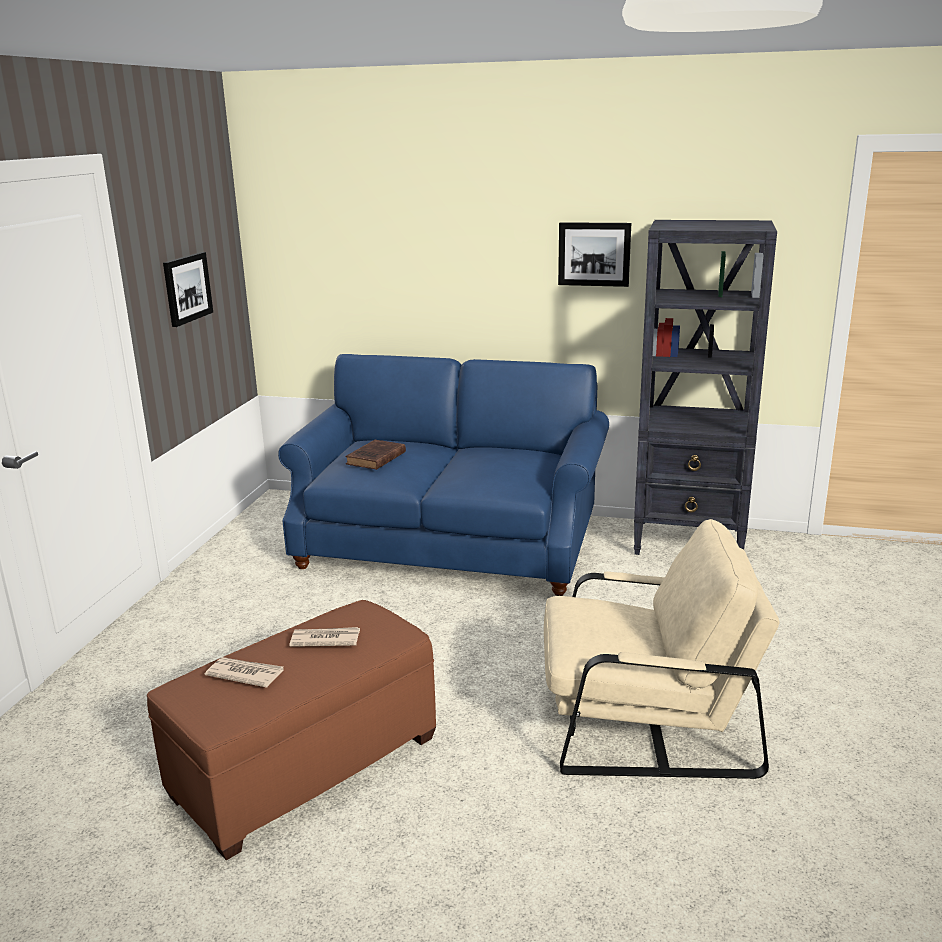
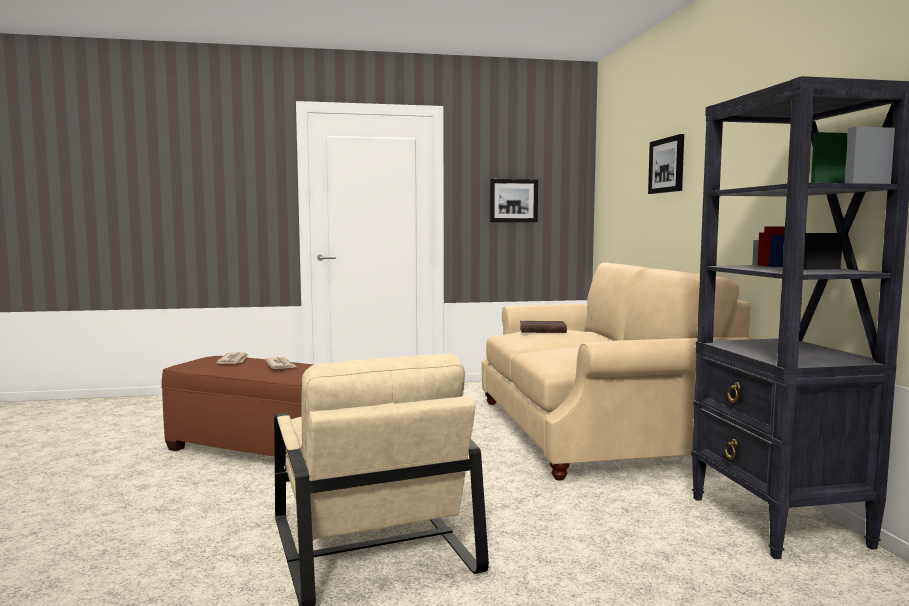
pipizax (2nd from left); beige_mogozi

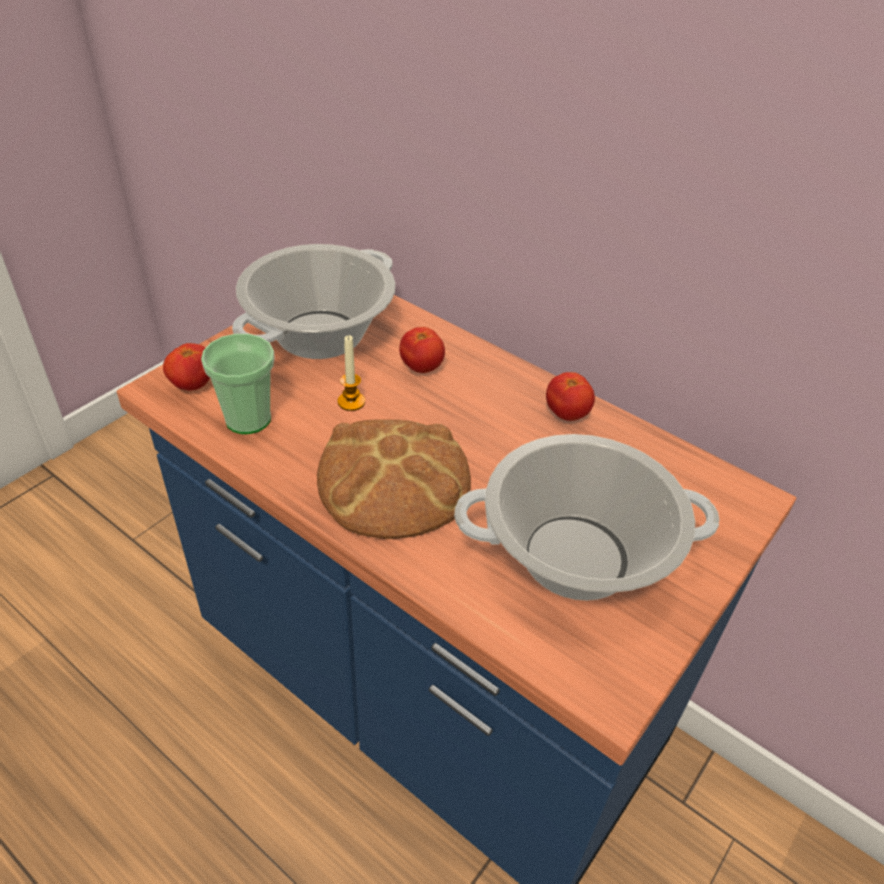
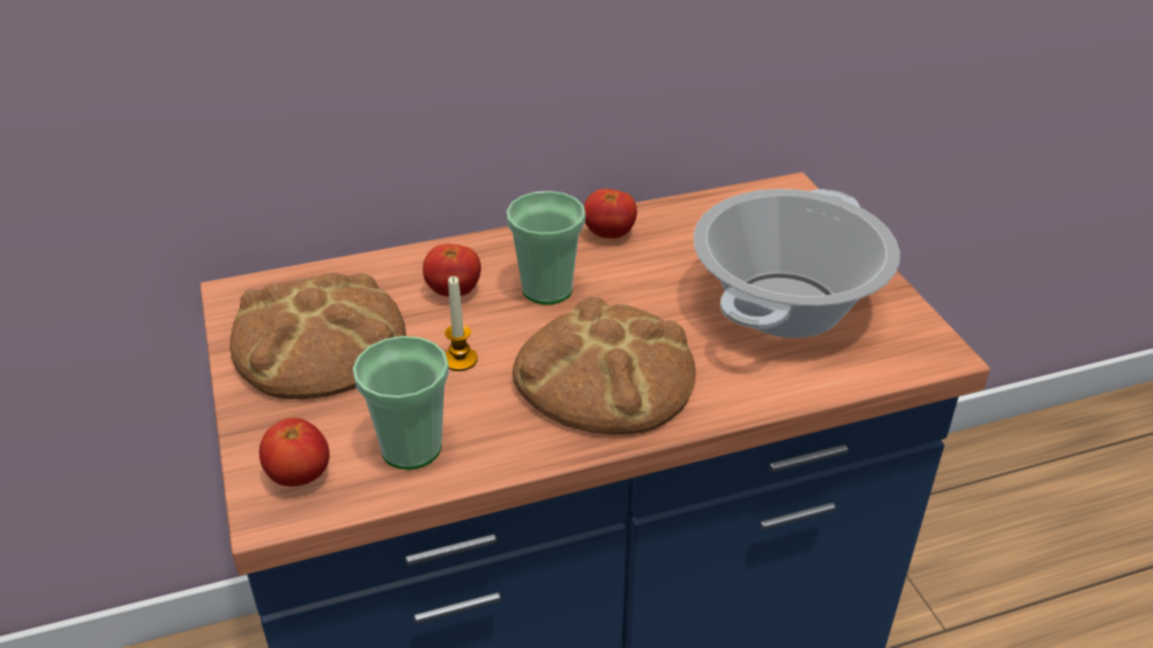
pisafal (2nd from left); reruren (1st from left)

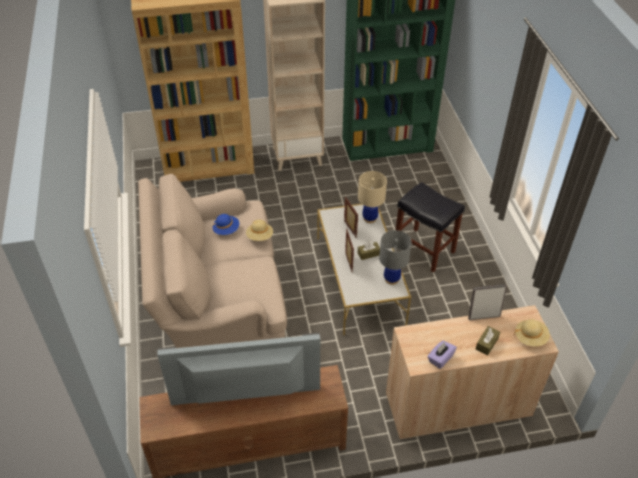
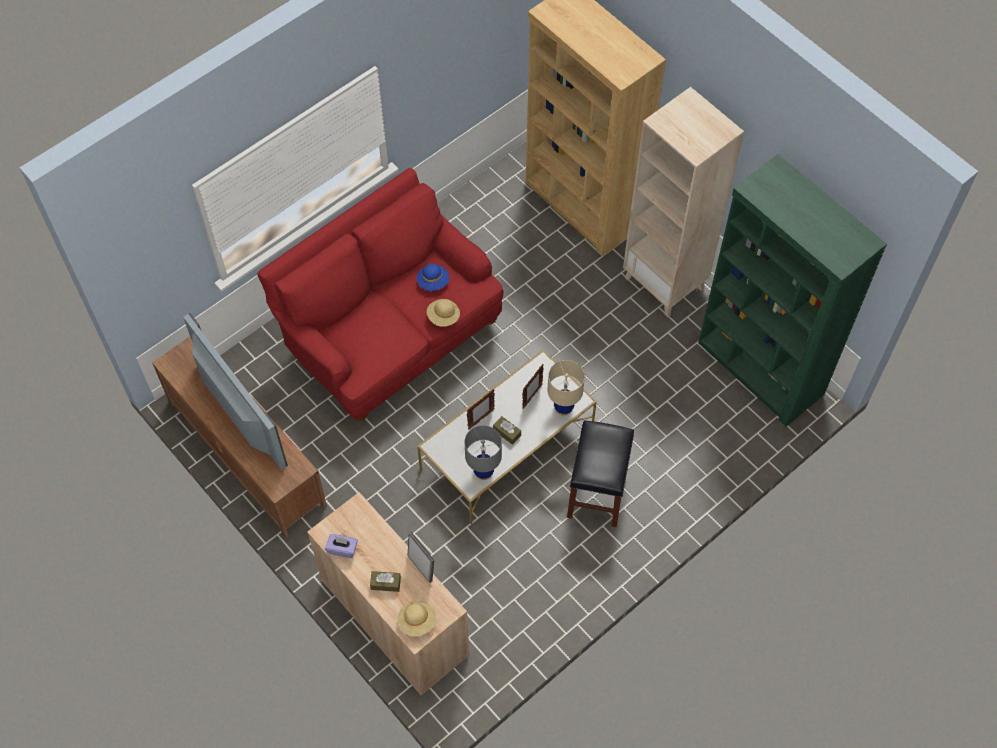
red_mogozi

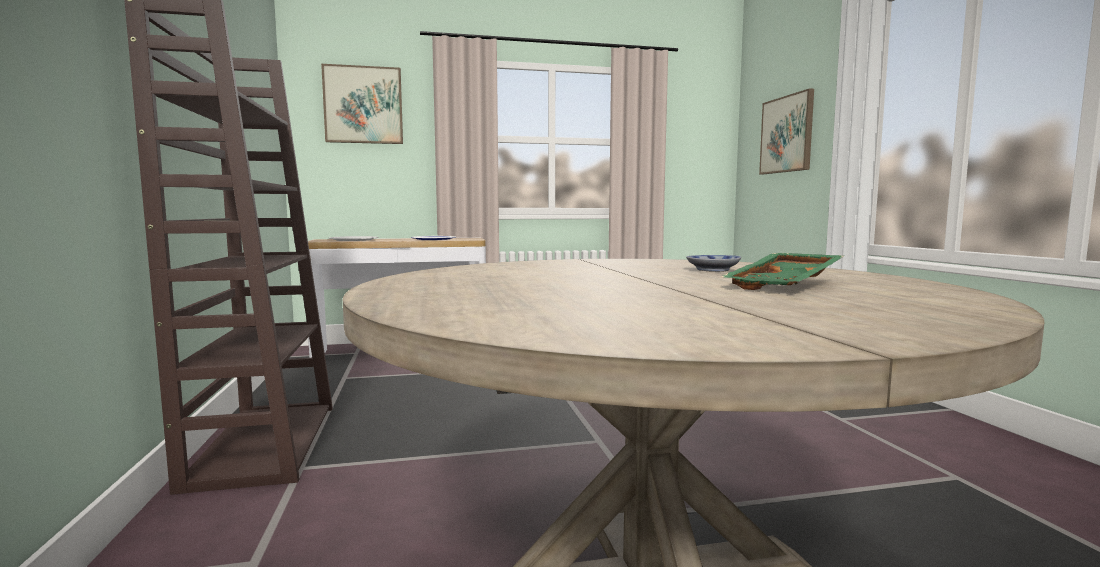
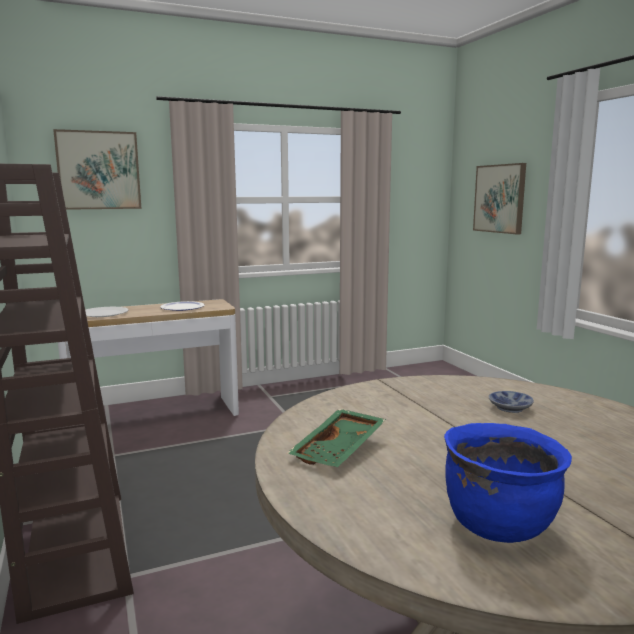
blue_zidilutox; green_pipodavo

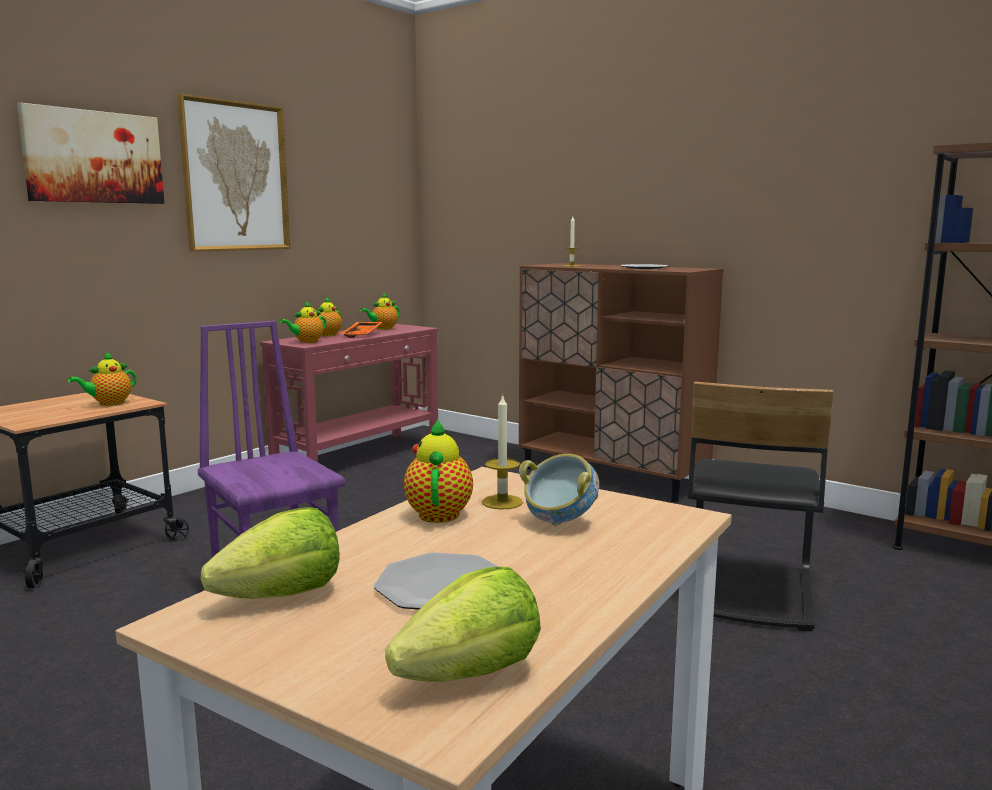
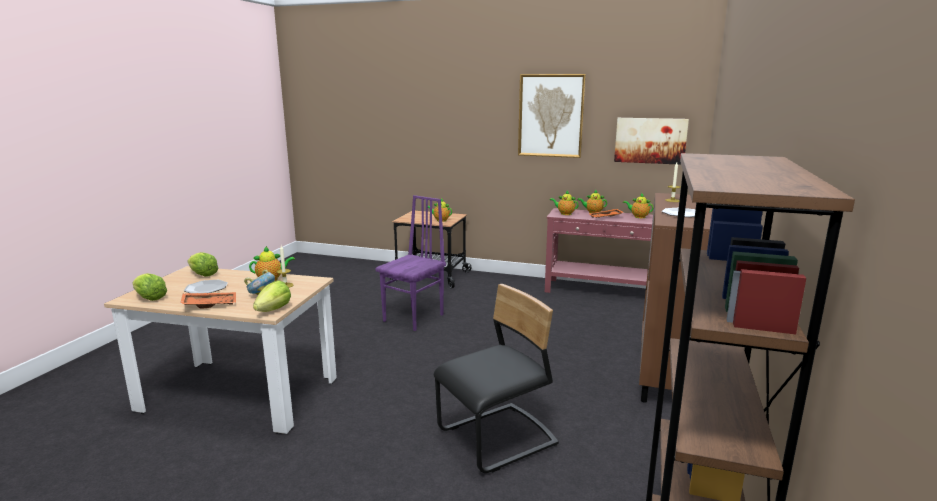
orange_pipodavo (1st from left); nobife (3rd from left); pipizax (2nd from left); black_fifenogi

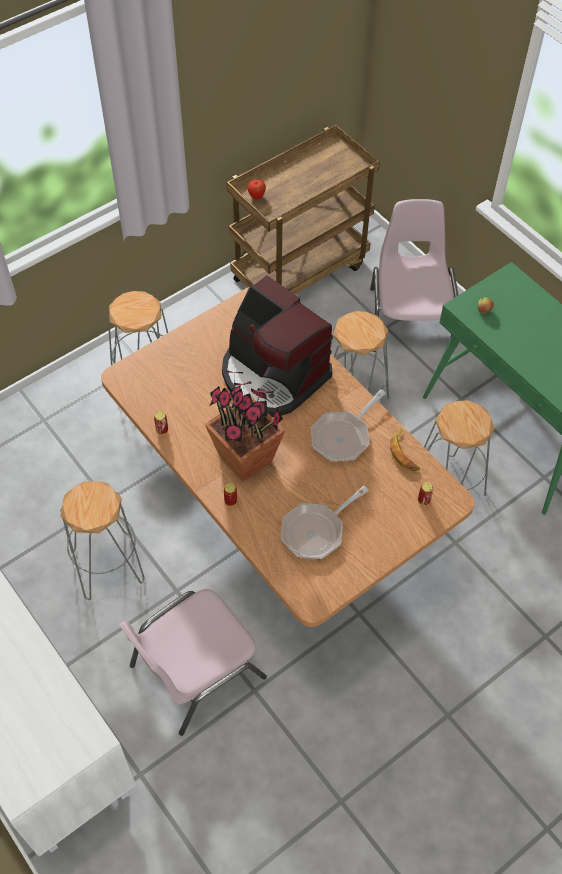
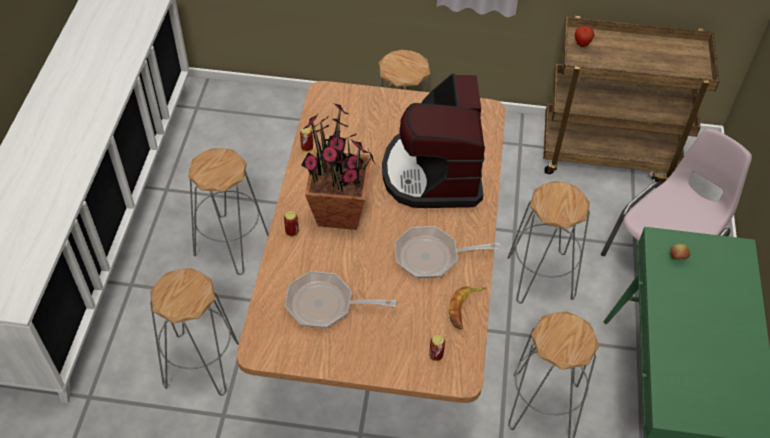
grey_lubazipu (1st from left)

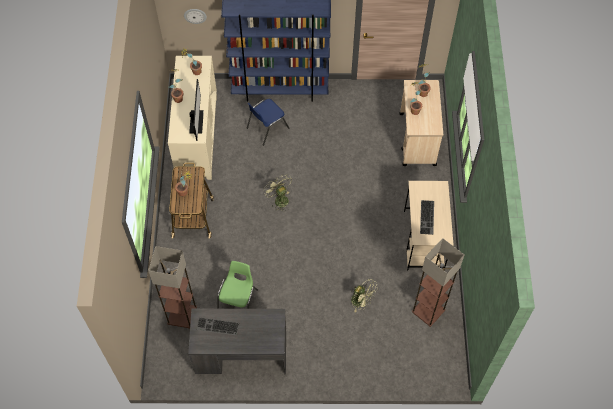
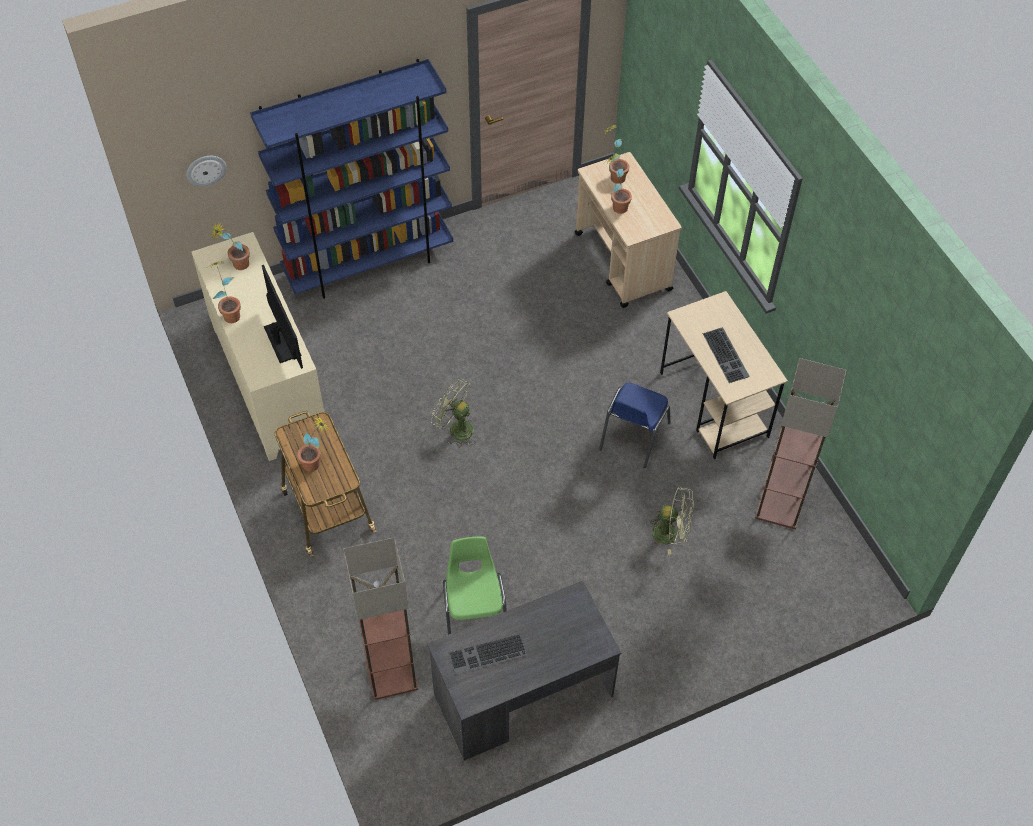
blue_fifenogi

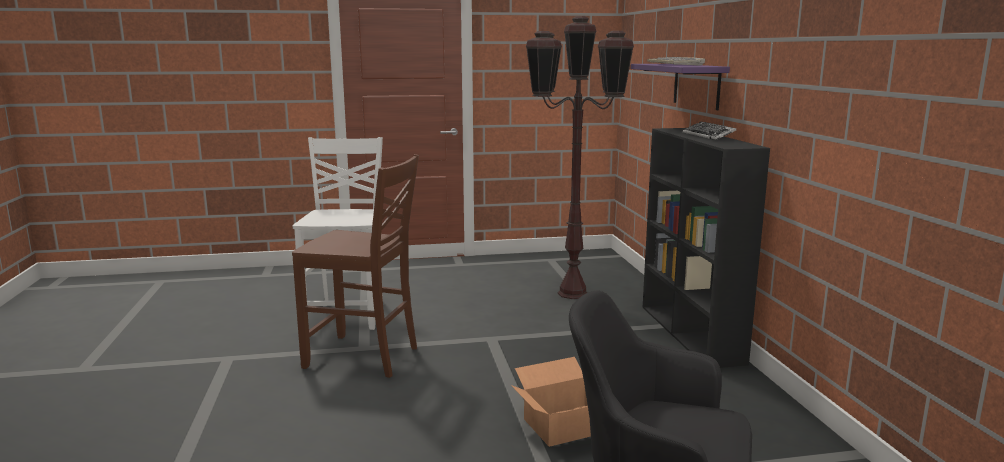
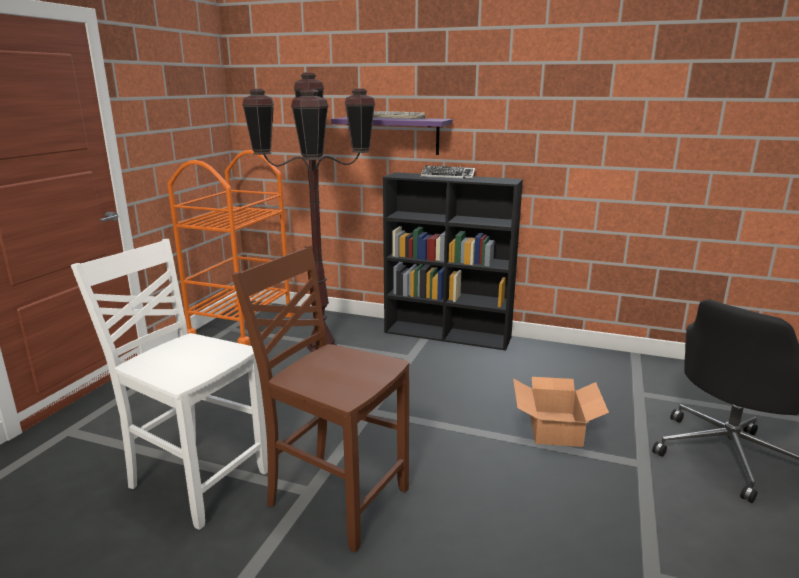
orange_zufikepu; brown_fifenogi

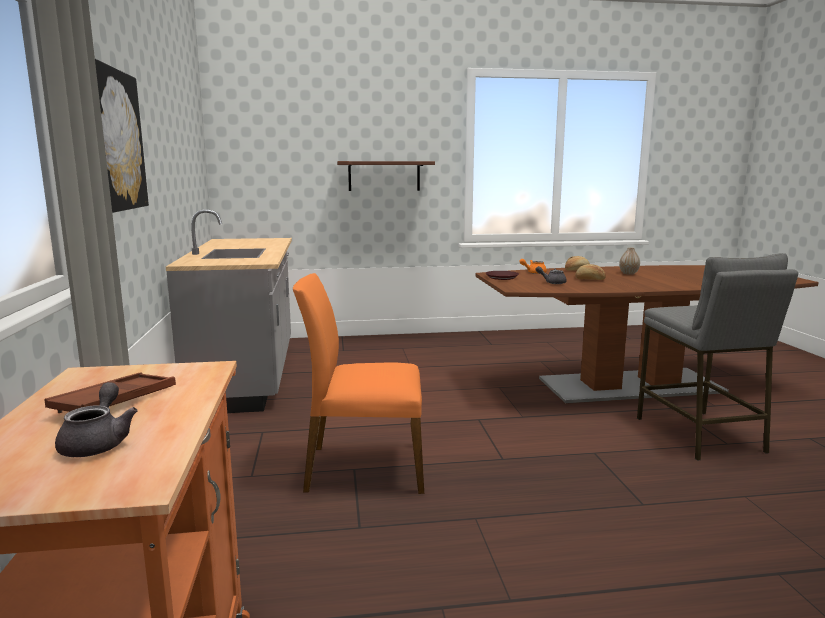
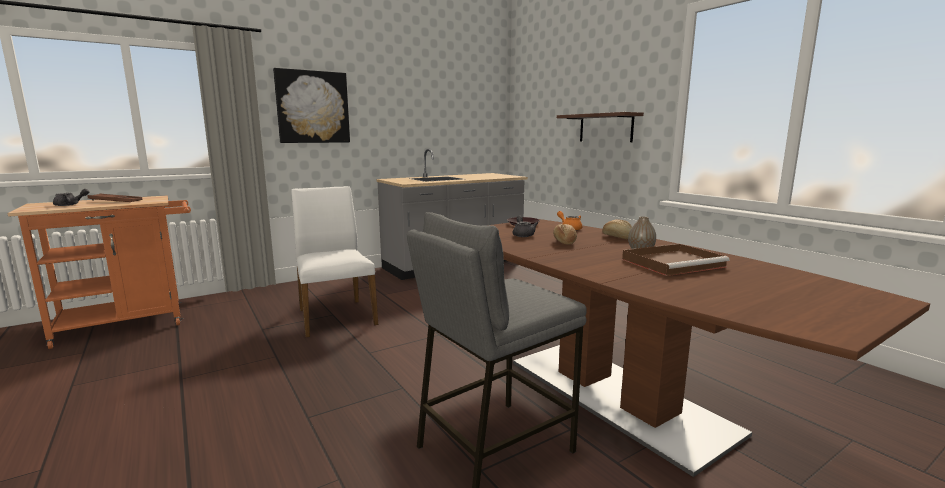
brown_pipodavo (2nd from left); white_fifenogi

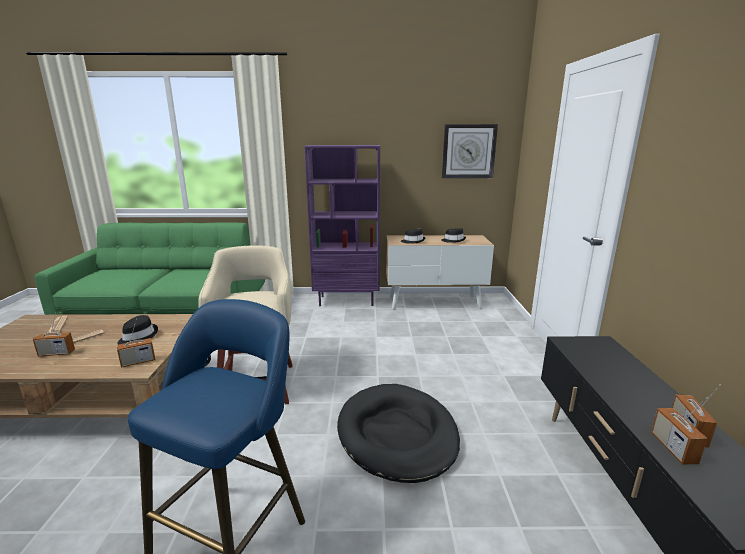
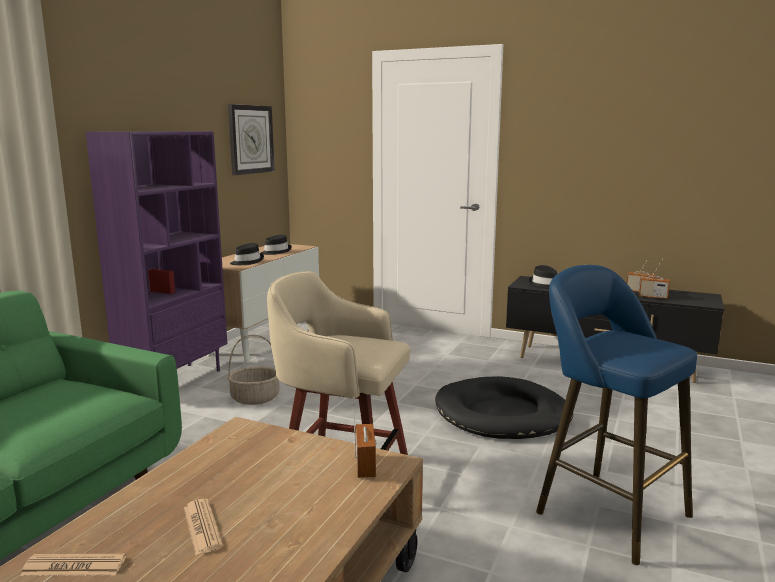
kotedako (1st from left in the first image); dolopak; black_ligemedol (3rd from left)

